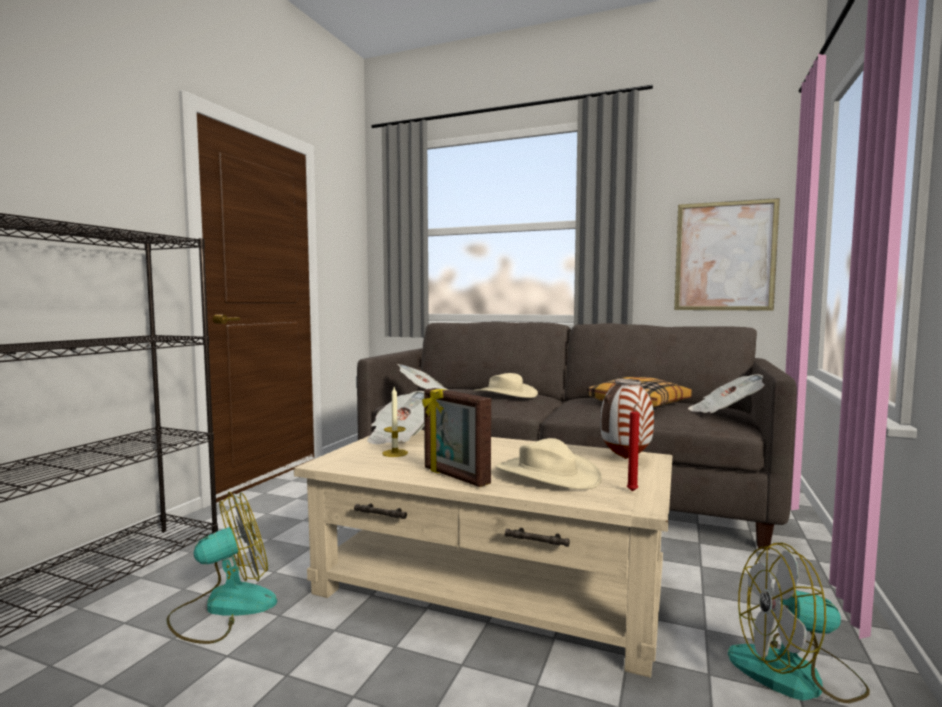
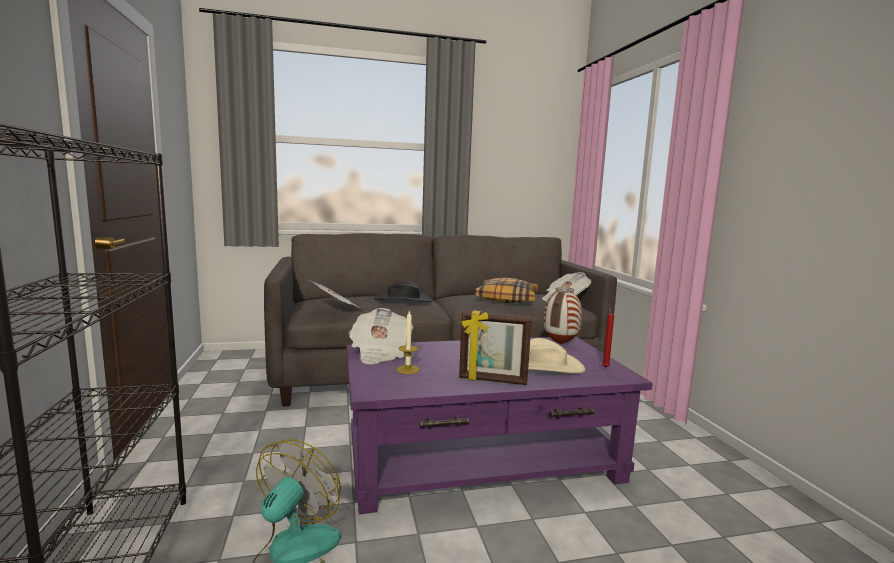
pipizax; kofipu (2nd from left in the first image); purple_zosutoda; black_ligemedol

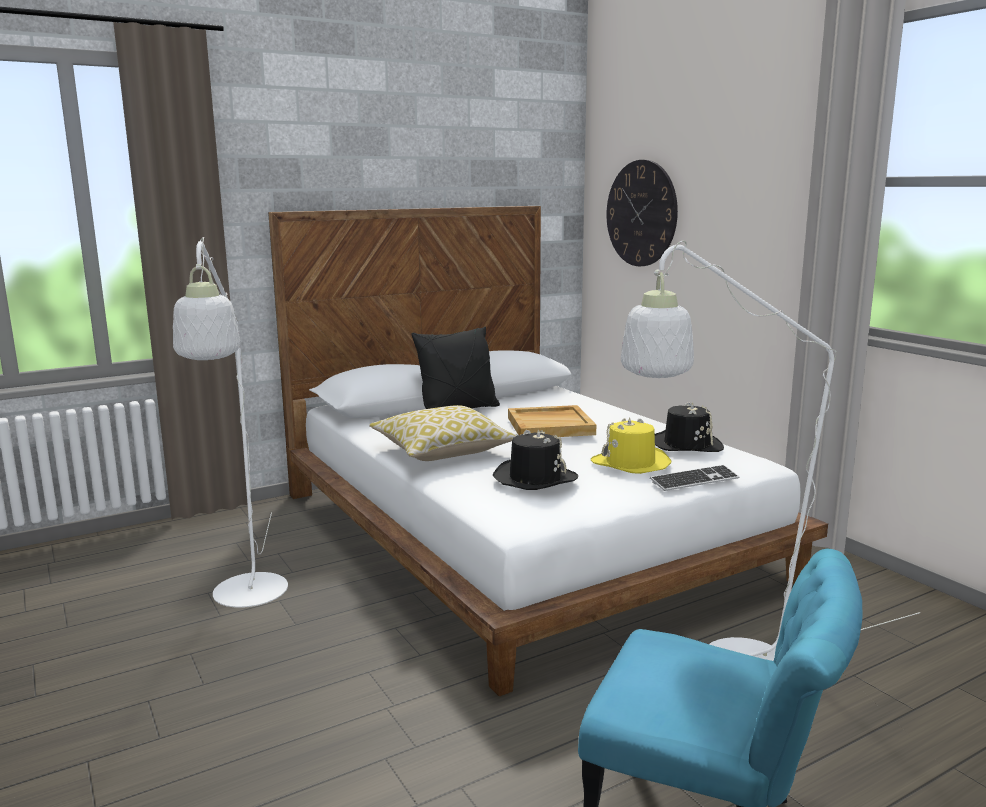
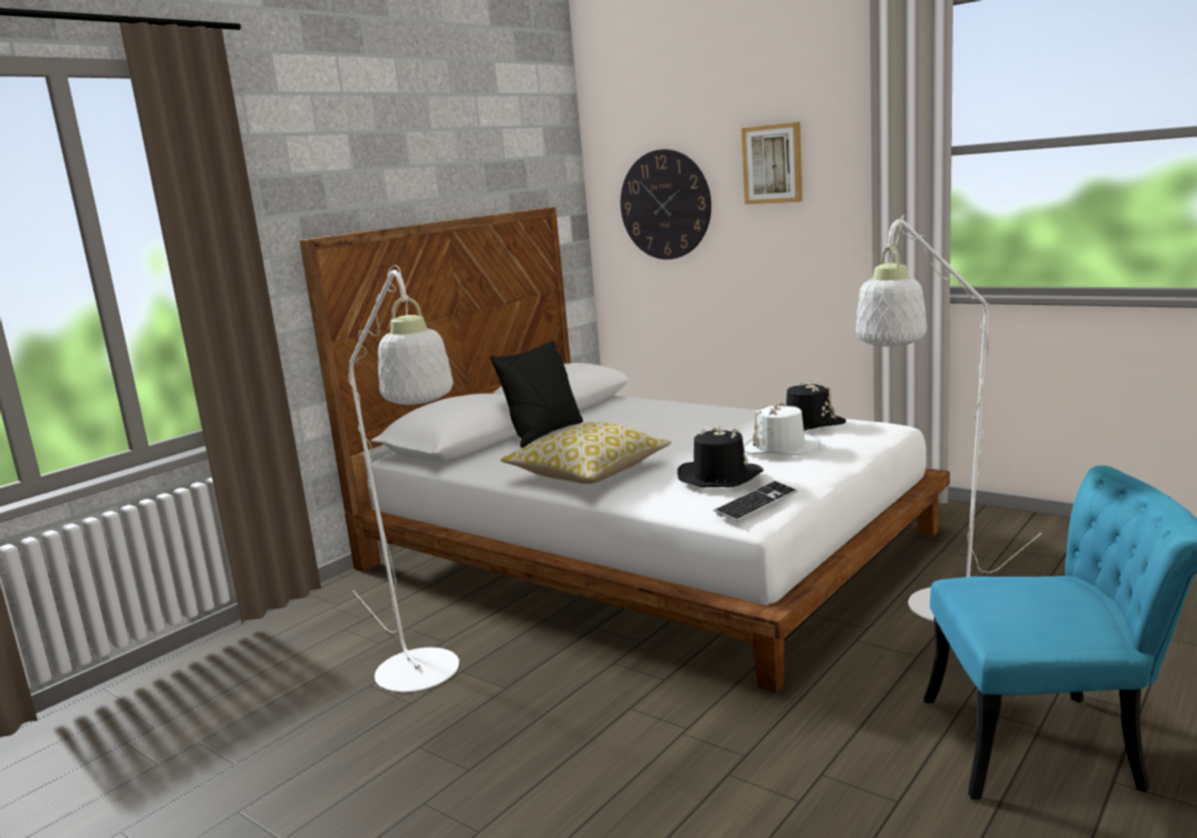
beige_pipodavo; pipizax; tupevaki; white_ligemedol

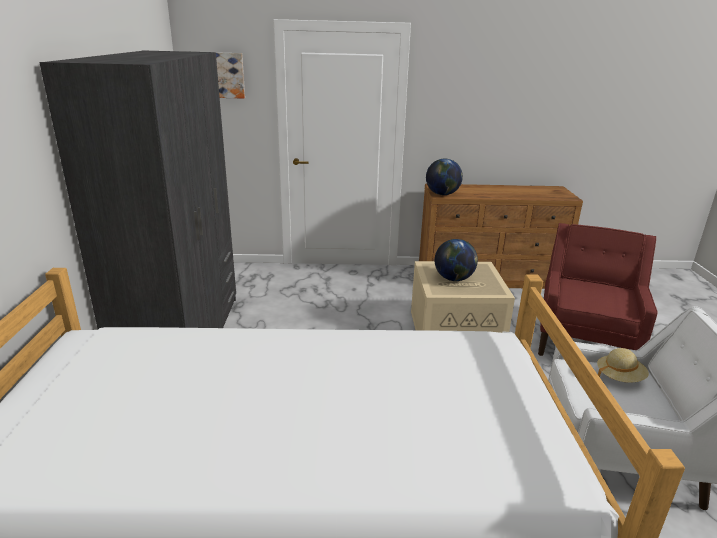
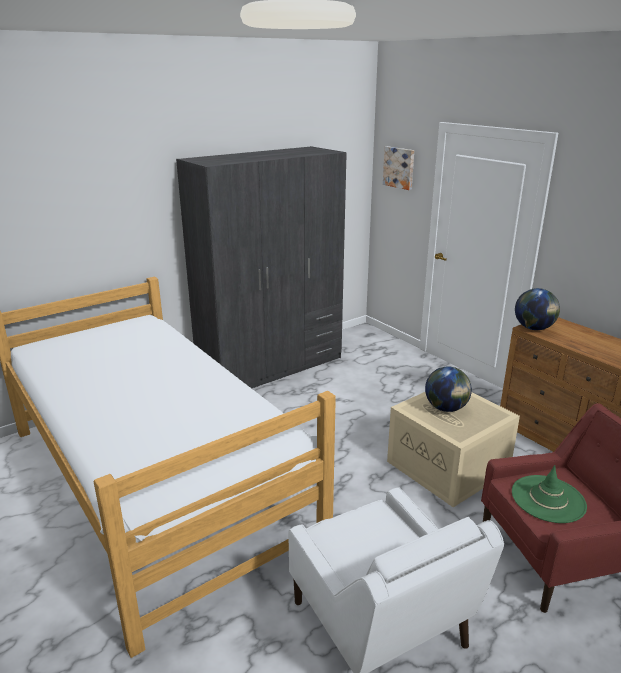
beige_ligemedol; green_ligemedol

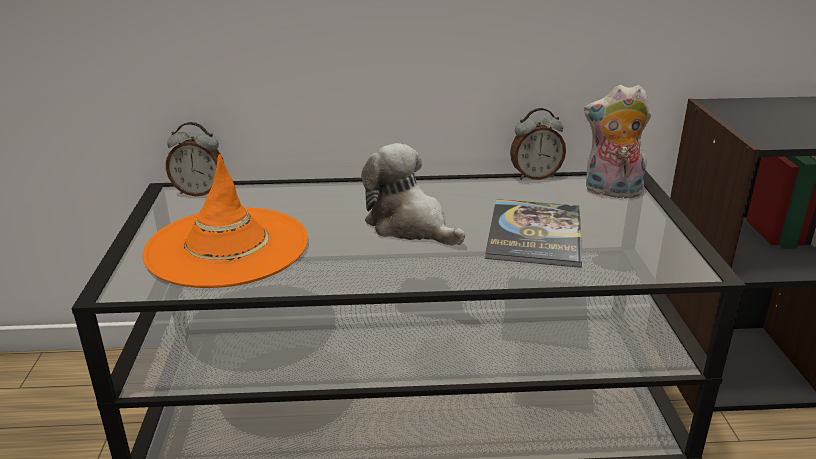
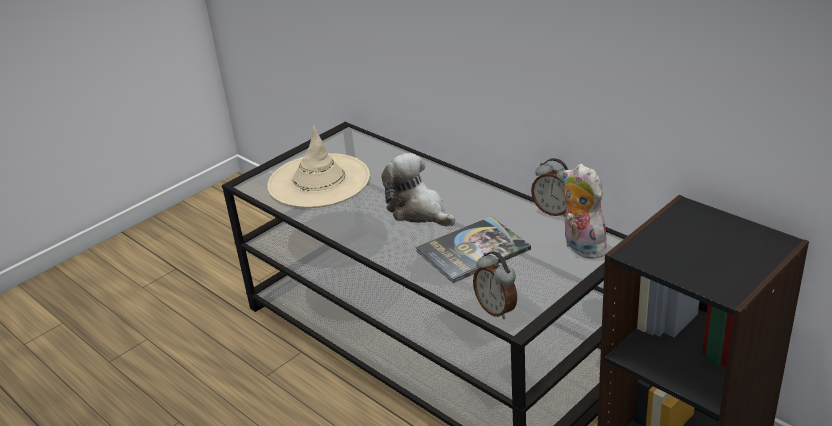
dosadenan (1st from left); beige_ligemedol; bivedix (1st from left)

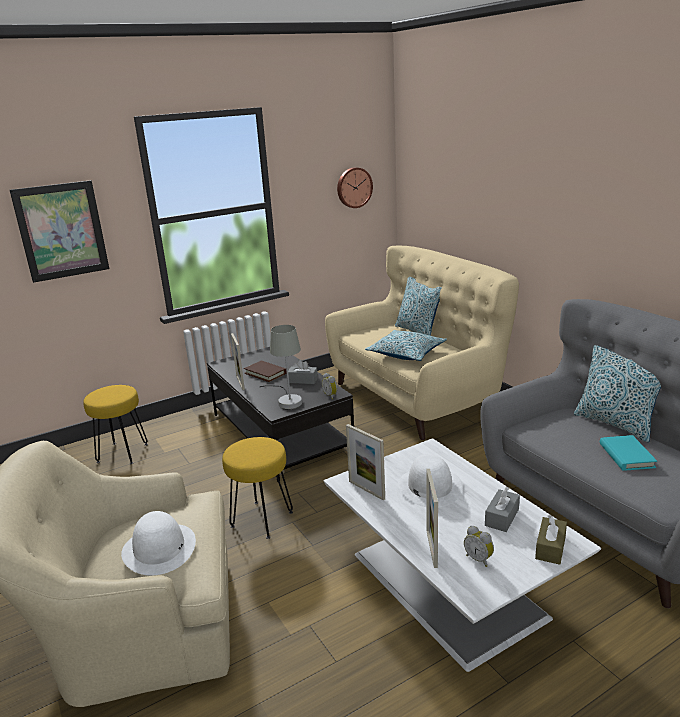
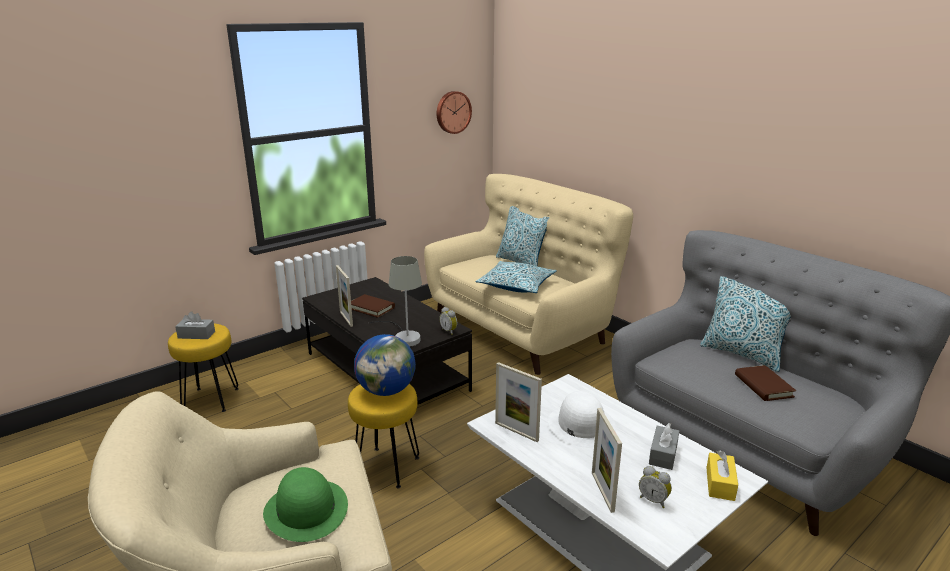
pipizax; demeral; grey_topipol (1st from left); green_ligemedol; yellow_topipol; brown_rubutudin (2nd from left)

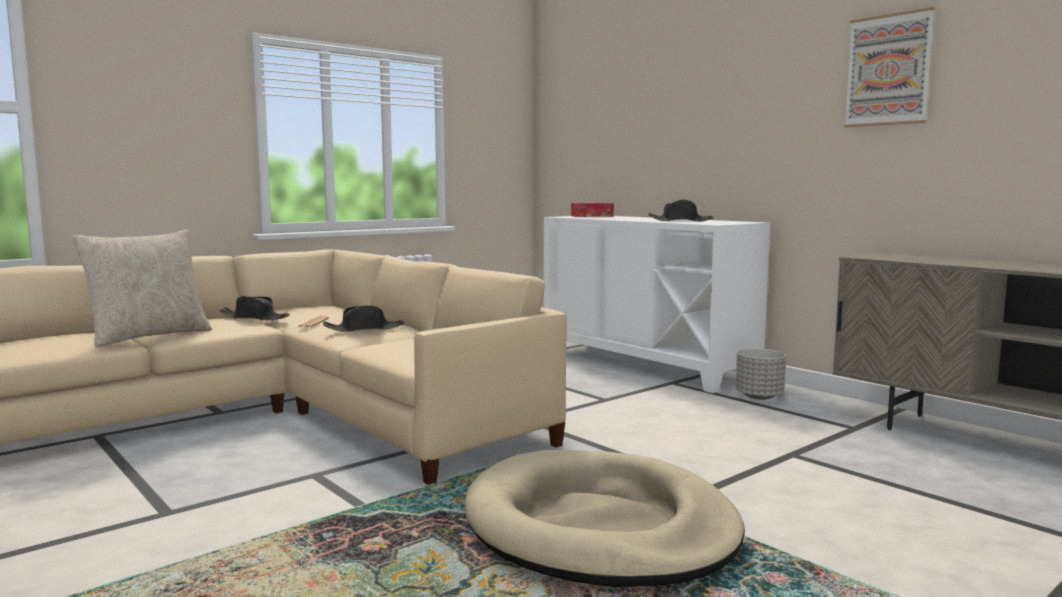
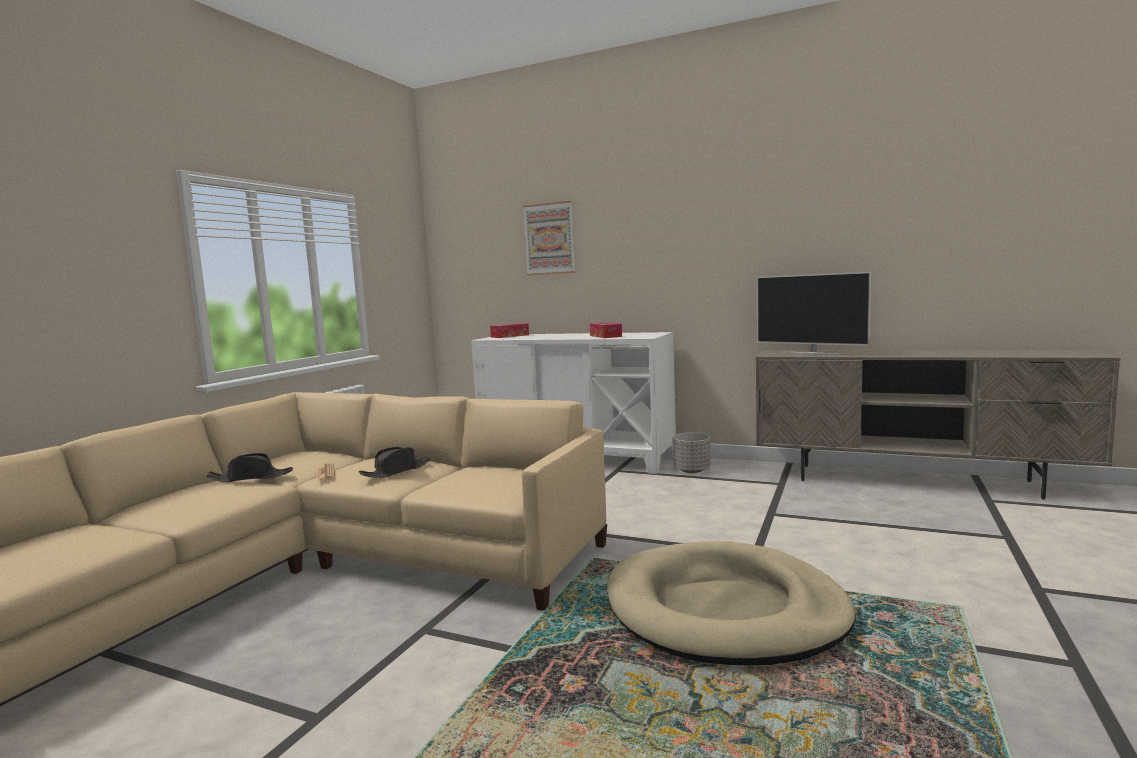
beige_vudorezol; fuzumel; pipizax; topipol (2nd from left)

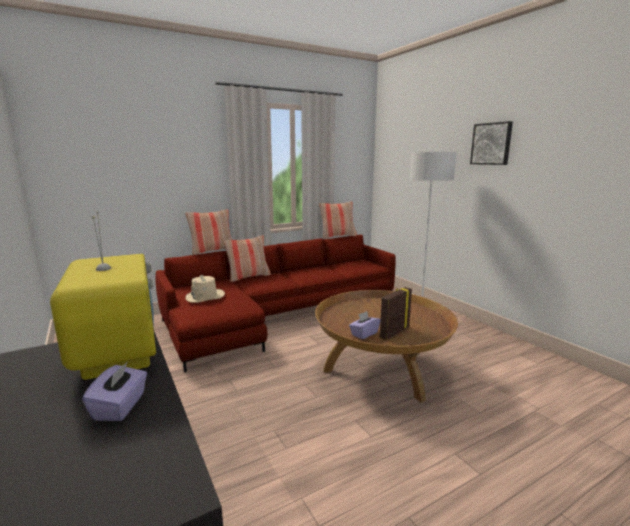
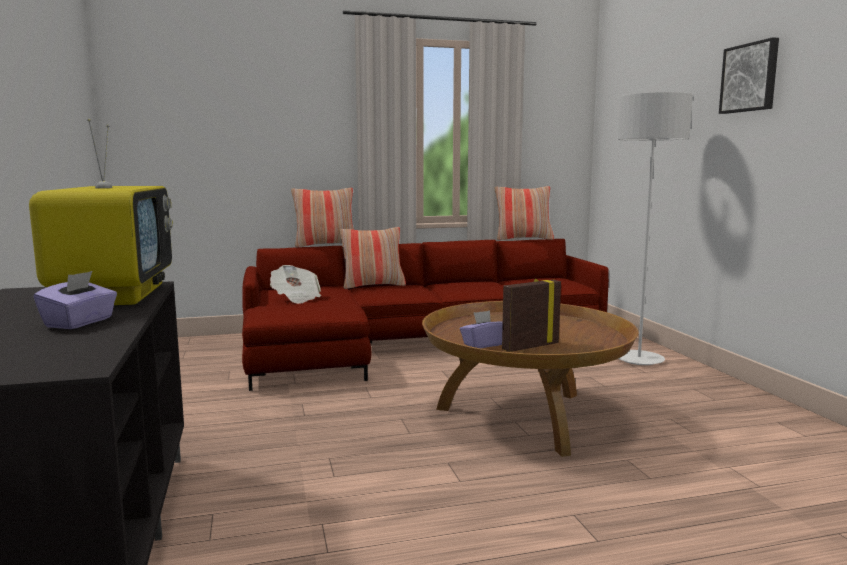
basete

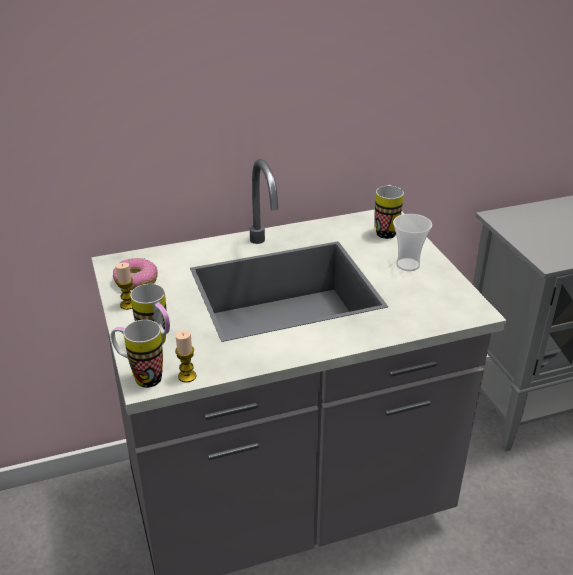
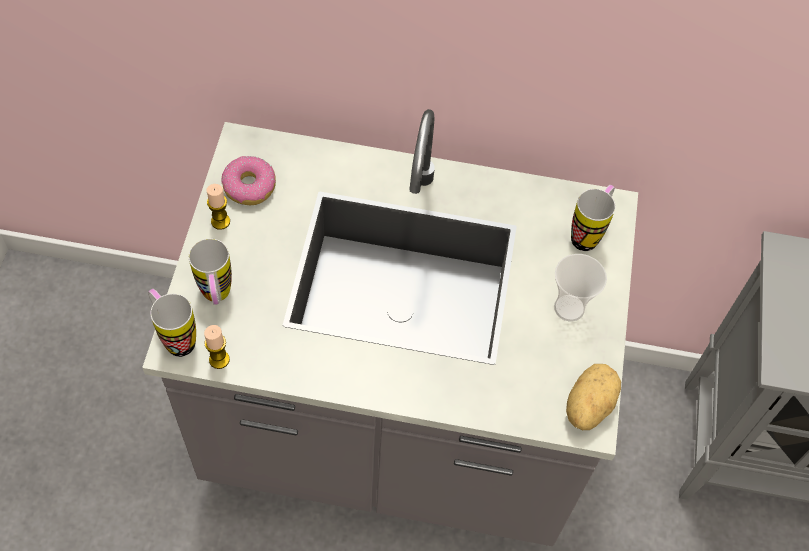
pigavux

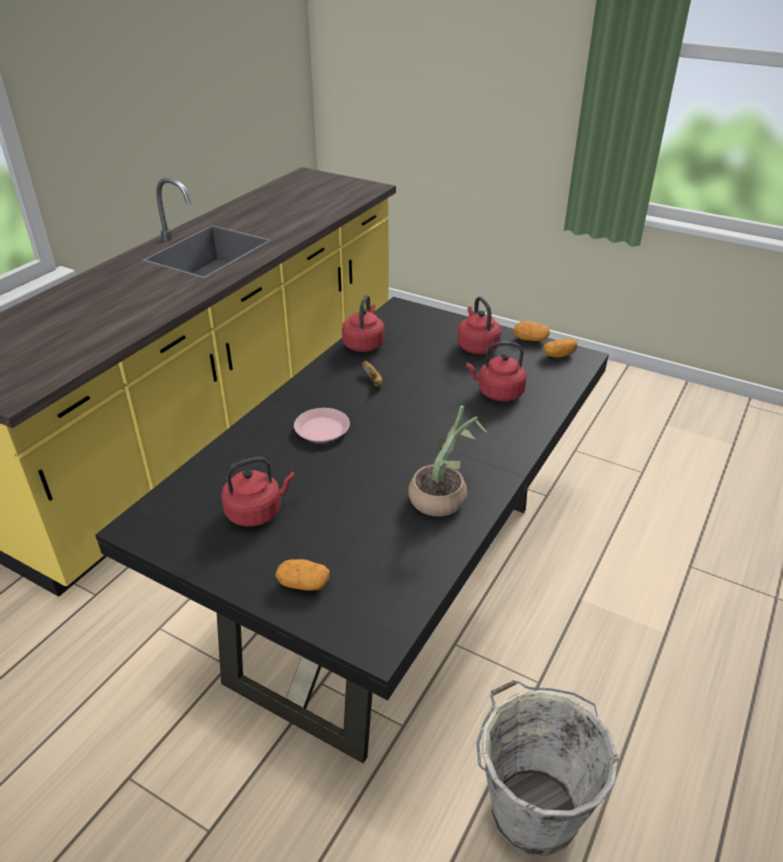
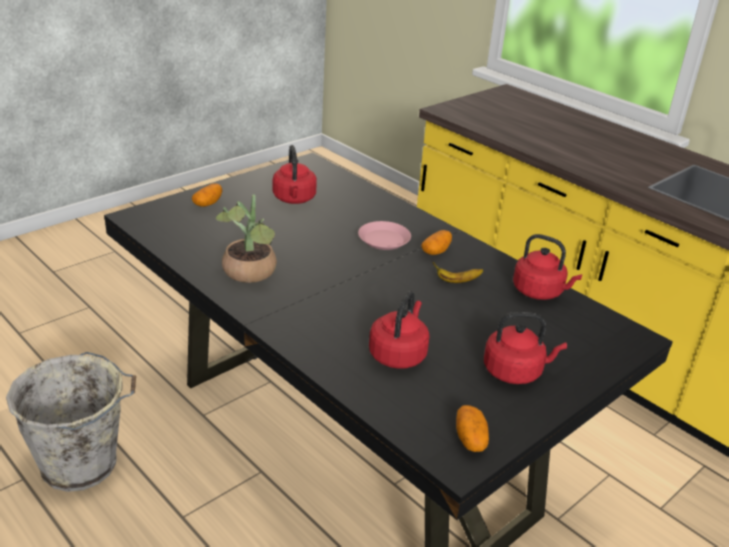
pigavux (2nd from left)

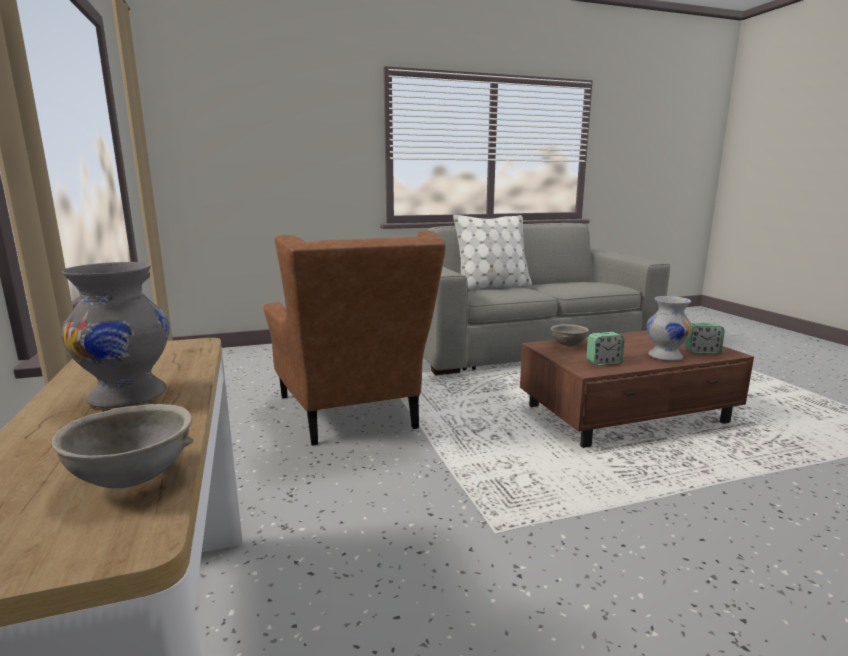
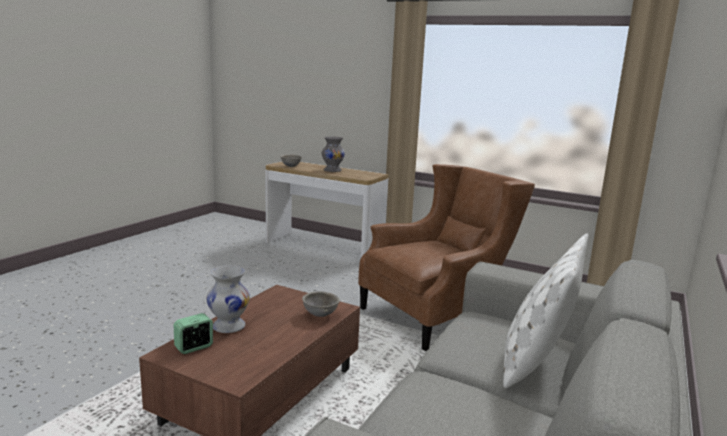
dosadenan (1st from left in the first image); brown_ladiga

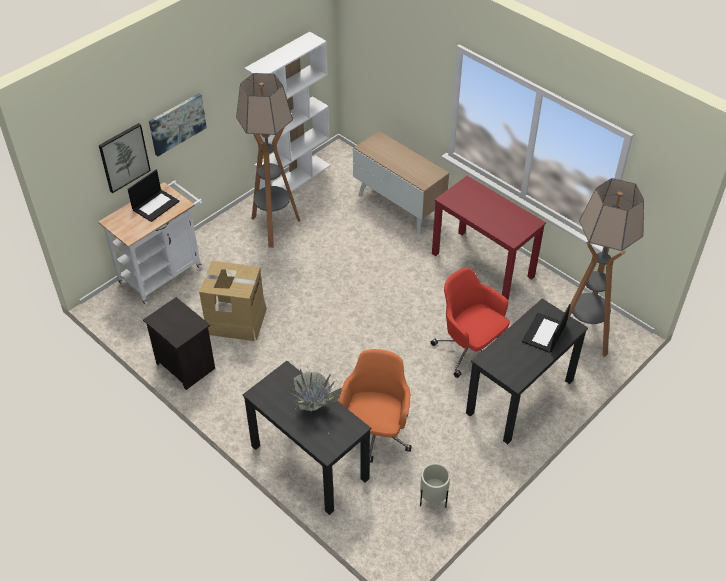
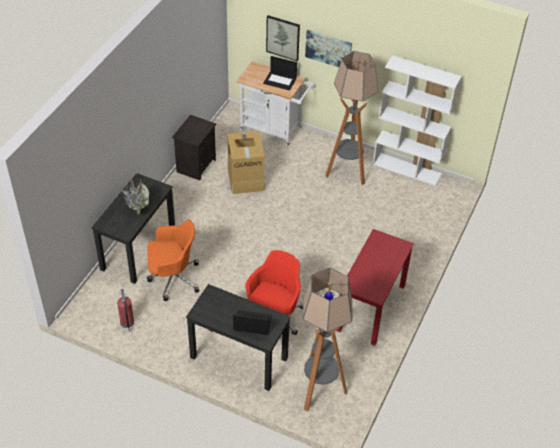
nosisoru; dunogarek

